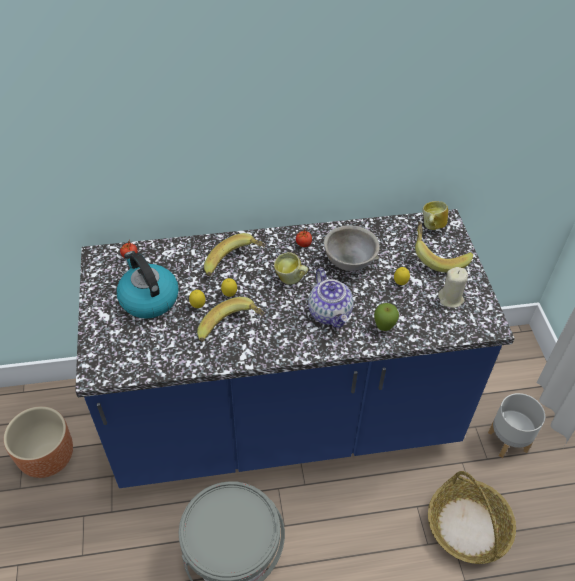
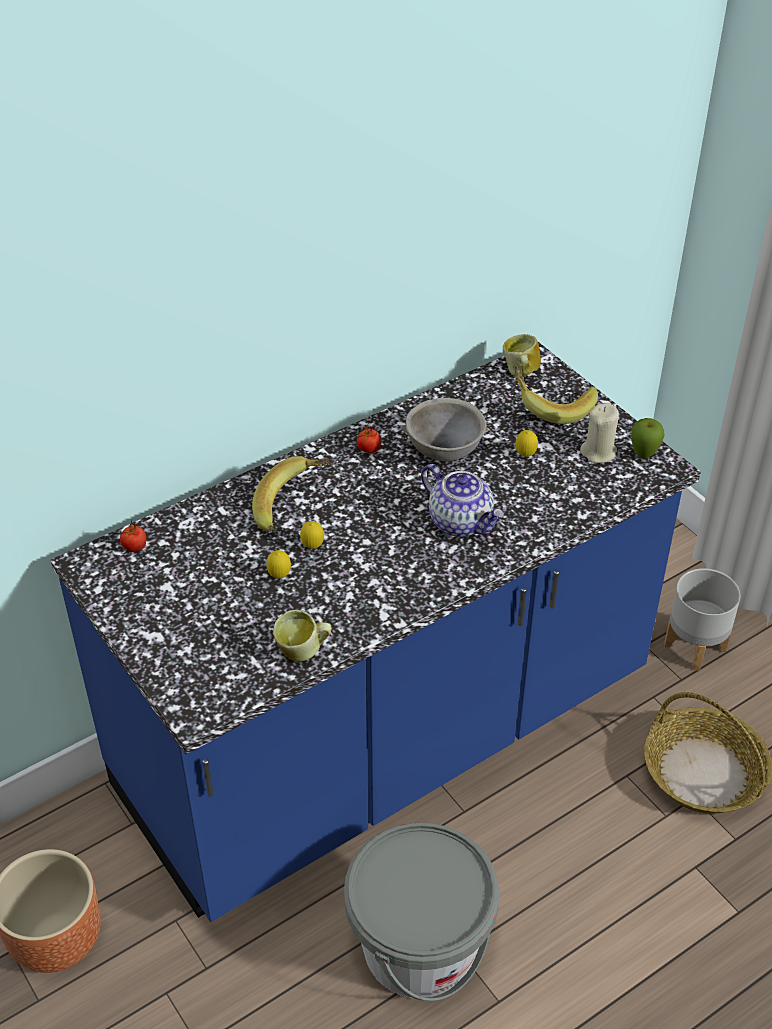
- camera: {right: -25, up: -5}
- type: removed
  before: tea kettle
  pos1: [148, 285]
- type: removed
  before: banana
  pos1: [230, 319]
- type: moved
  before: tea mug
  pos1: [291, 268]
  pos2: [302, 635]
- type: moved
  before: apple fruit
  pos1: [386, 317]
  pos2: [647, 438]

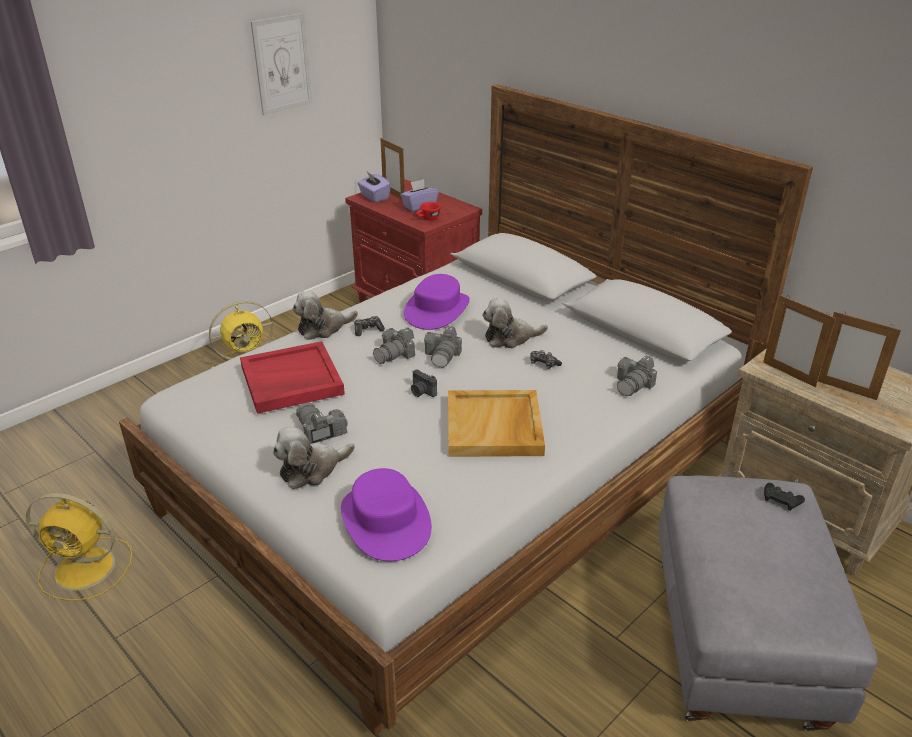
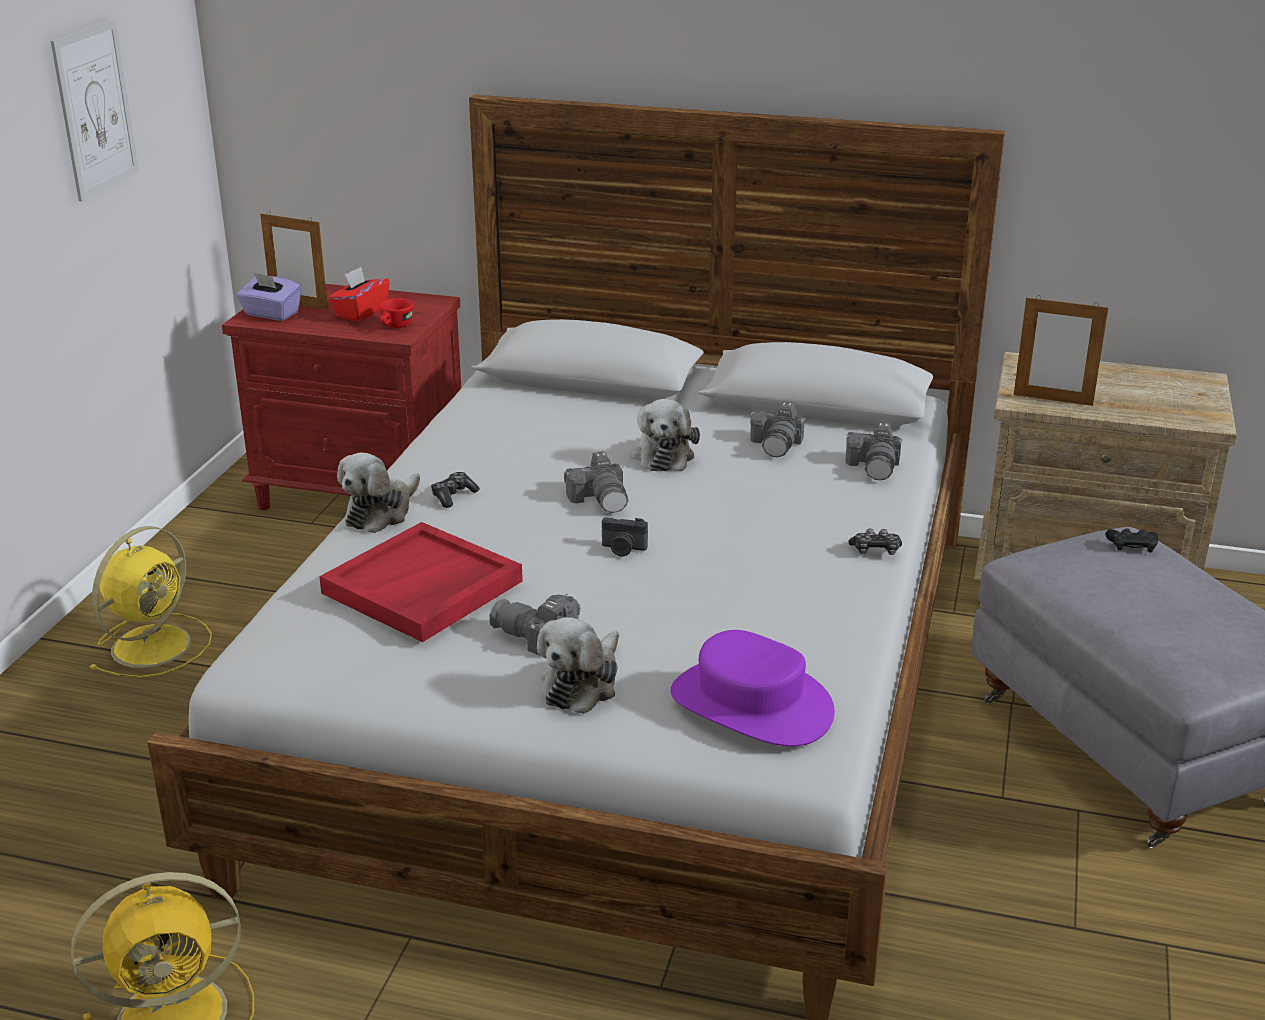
- camera: {right: -30, up: -5}
- type: removed
  before: purple wearable hat
  pos1: [437, 302]
- type: removed
  before: beige carrying tray
  pos1: [496, 423]
- type: removed
  before: photo frame
  pos1: [859, 355]
- type: moved
  before: still camera
  pos1: [394, 345]
  pos2: [777, 429]
- type: moved
  before: game controller
  pos1: [546, 359]
  pos2: [875, 542]
- type: recoloured
  before: purple tissue holder
  after: red tissue holder
  pos1: [419, 195]
  pos2: [359, 294]
- type: turned
  before: plush toy
  pos1: [515, 323]
  pos2: [665, 435]
  turn: -45

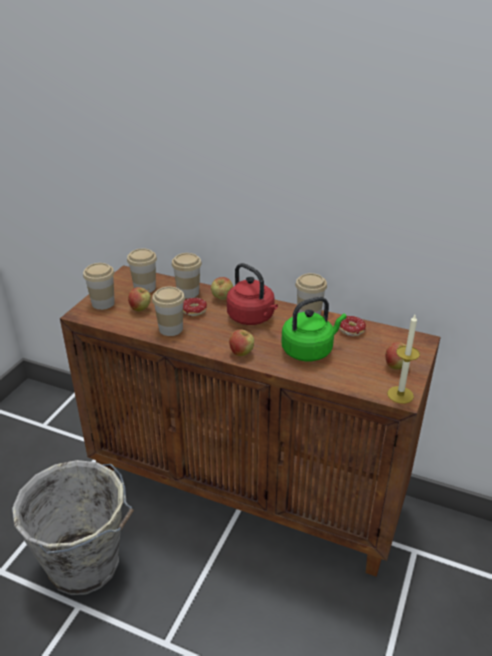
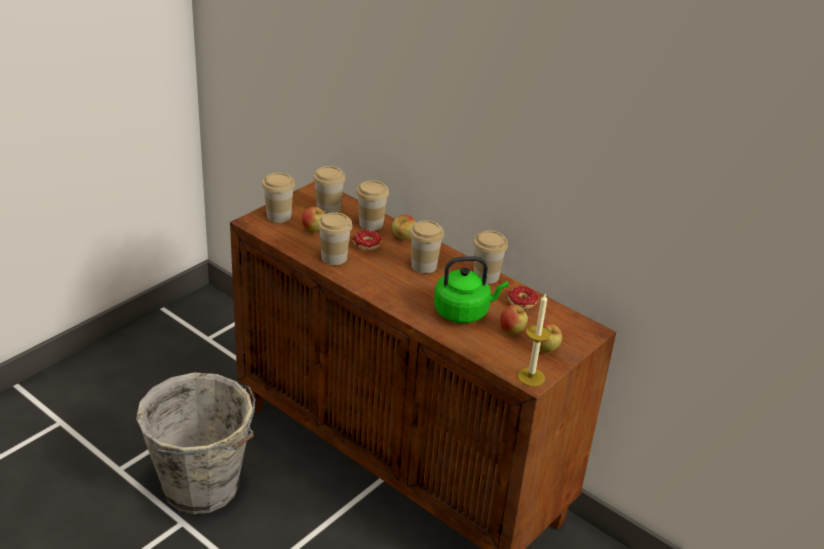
- camera: {right: 15, up: 0}
- type: moved
  before: apple fruit
  pos1: [241, 342]
  pos2: [514, 319]
- type: replaced
  before: red tea kettle
  after: drinking cup
  pos1: [252, 294]
  pos2: [426, 247]

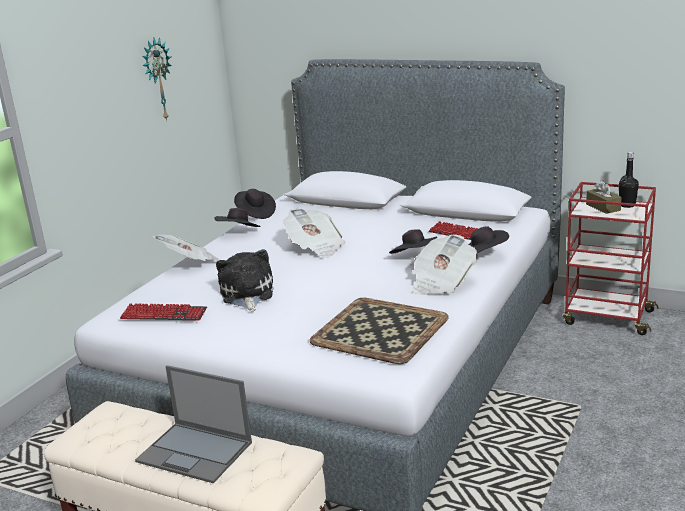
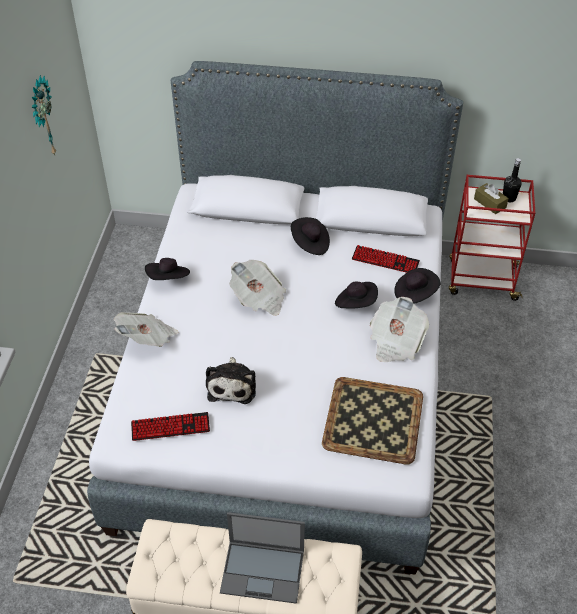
- camera: {right: -20, up: 25}
- type: moved
  before: black wearable hat
  pos1: [255, 204]
  pos2: [310, 236]
- type: turned
  before: plush toy
  pos1: [245, 280]
  pos2: [231, 380]
  turn: -150

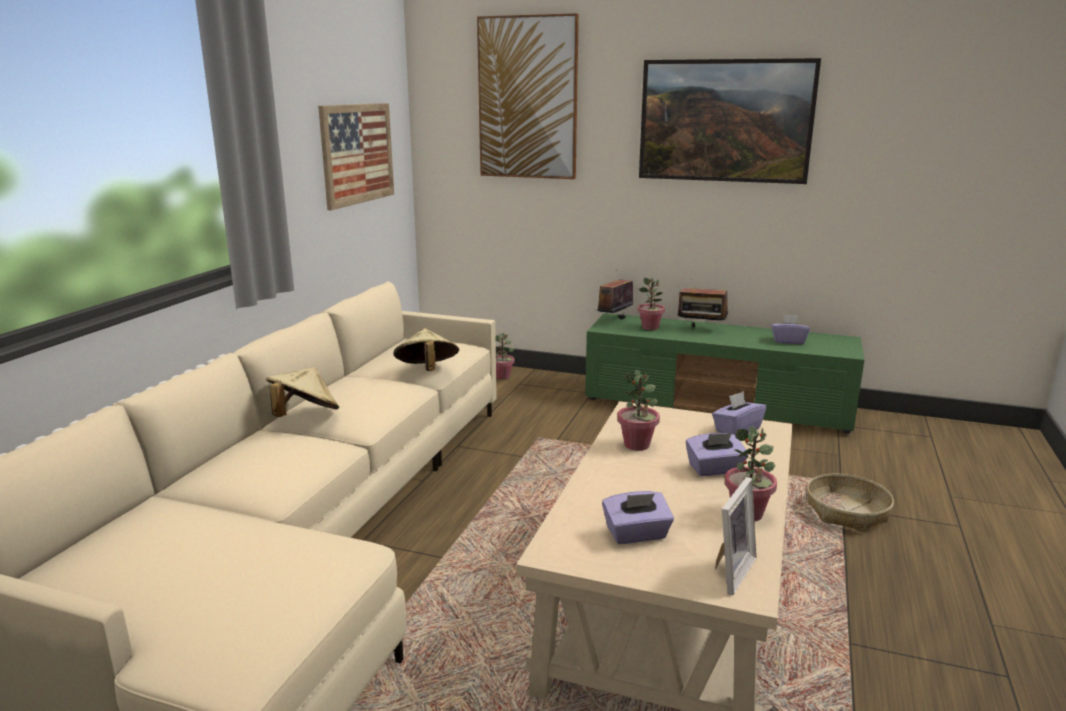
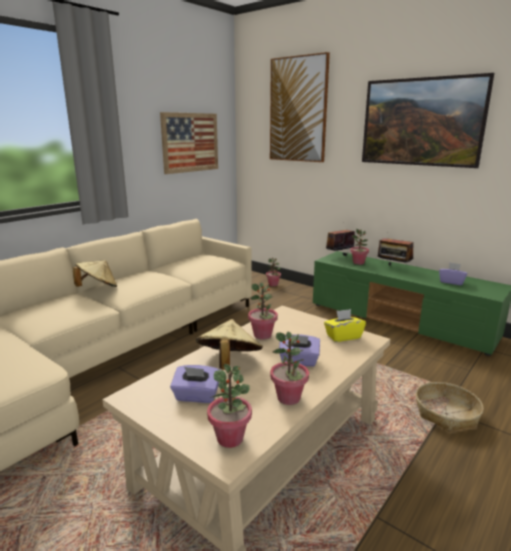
- camera: {right: 20, up: 0}
- type: moved
  before: beige wearable hat
  pos1: [426, 349]
  pos2: [229, 344]
- type: replaced
  before: photo frame
  after: houseplant
  pos1: [736, 536]
  pos2: [229, 406]
- type: recoloured
  before: purple tissue holder
  after: yellow tissue holder
  pos1: [739, 413]
  pos2: [345, 325]

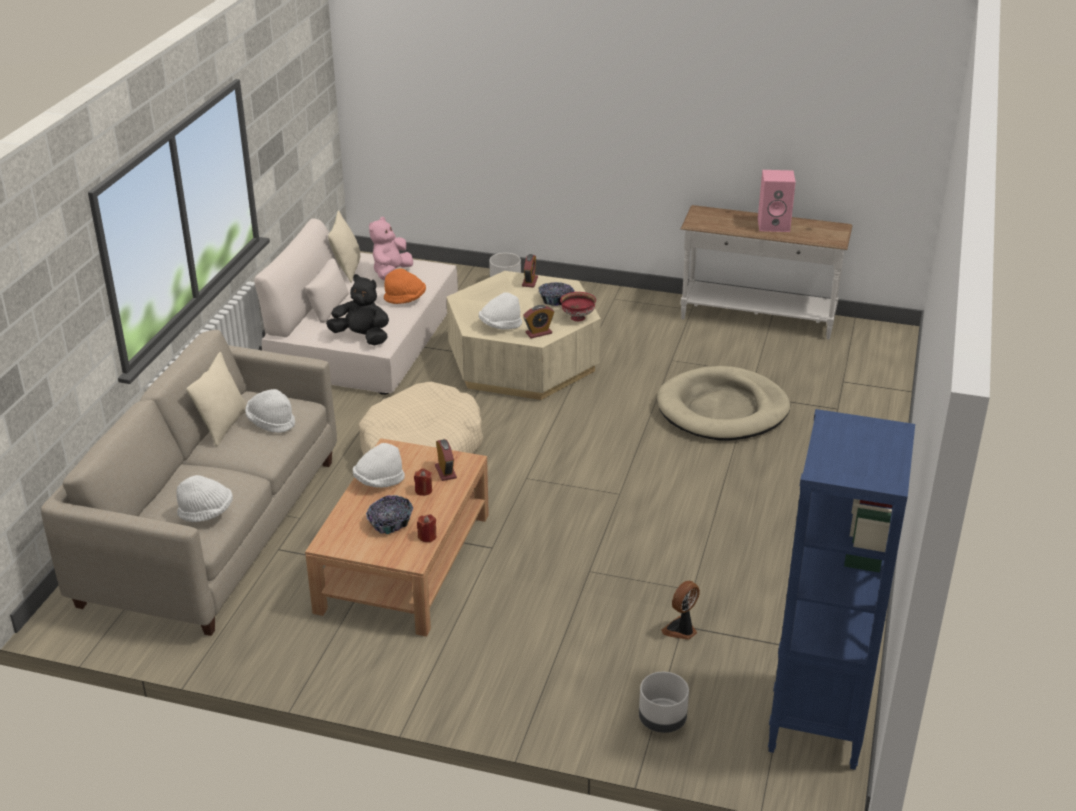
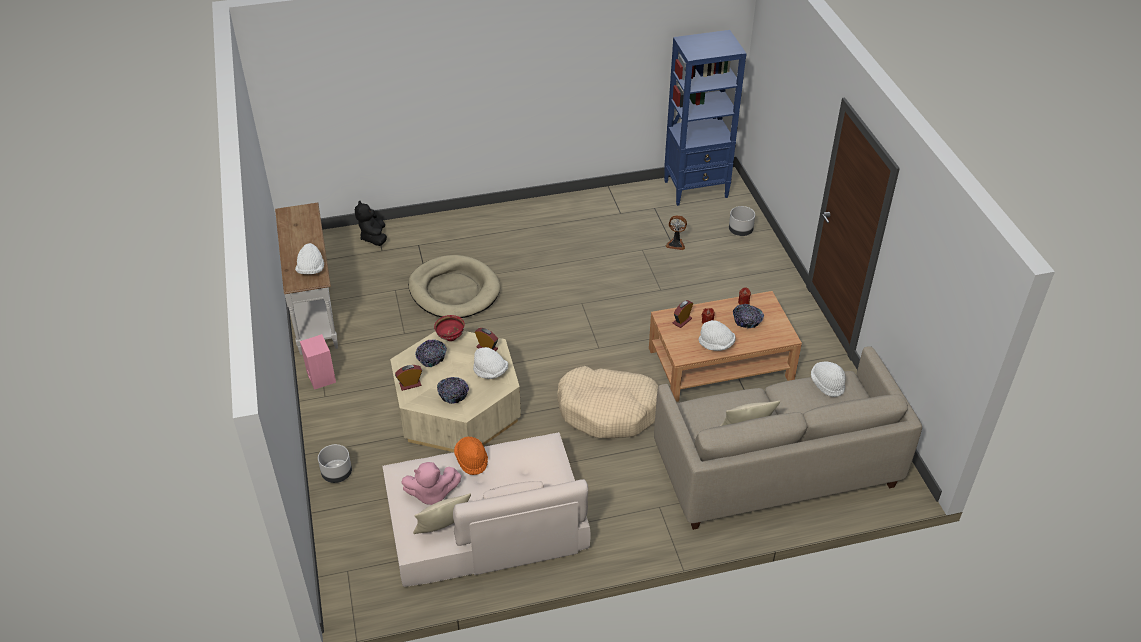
- camera: {right: -120, up: 10}
- type: added
  after: serving bowl
  pos2: [453, 390]
- type: moved
  before: whitish wearable hat
  pos1: [270, 411]
  pos2: [309, 258]
- type: moved
  before: black plush toy
  pos1: [357, 309]
  pos2: [371, 223]
- type: moved
  before: pink speaker
  pos1: [777, 201]
  pos2: [318, 362]

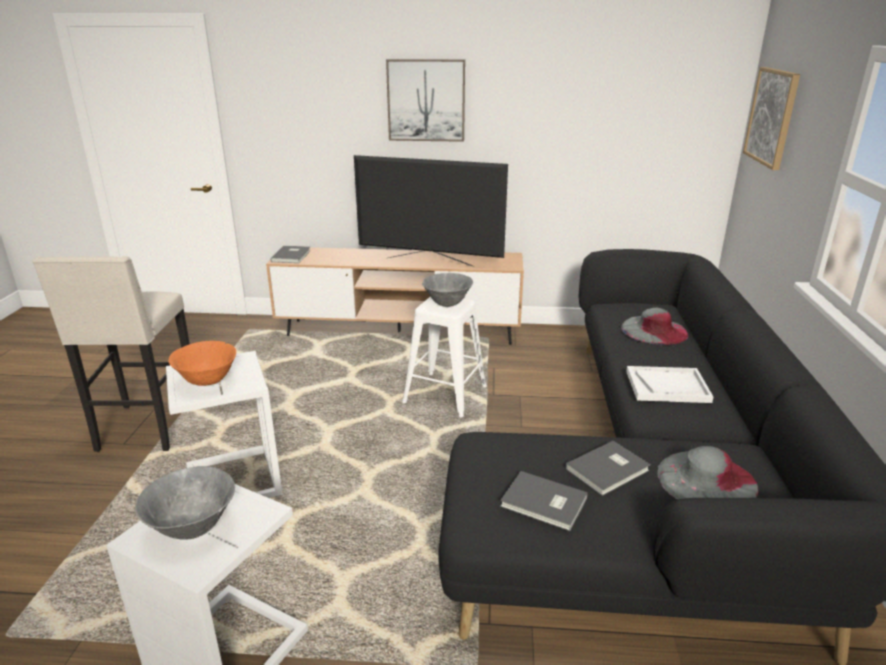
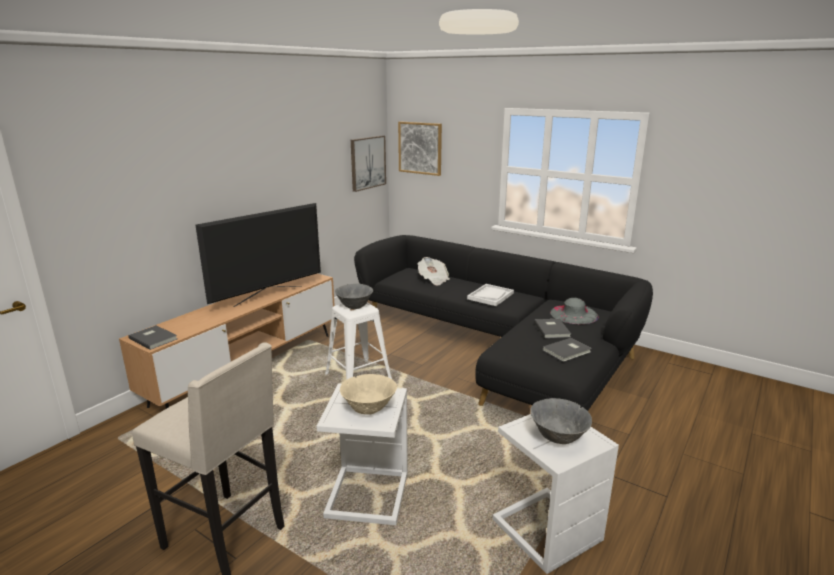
- camera: {right: -60, up: -5}
- type: moved
  before: wall picture
  pos1: [425, 100]
  pos2: [368, 163]
- type: replaced
  before: greyish wearable hat
  after: newspaper
  pos1: [654, 326]
  pos2: [434, 271]
- type: recoloured
  before: orangey serving bowl
  after: beige serving bowl
  pos1: [202, 363]
  pos2: [368, 394]

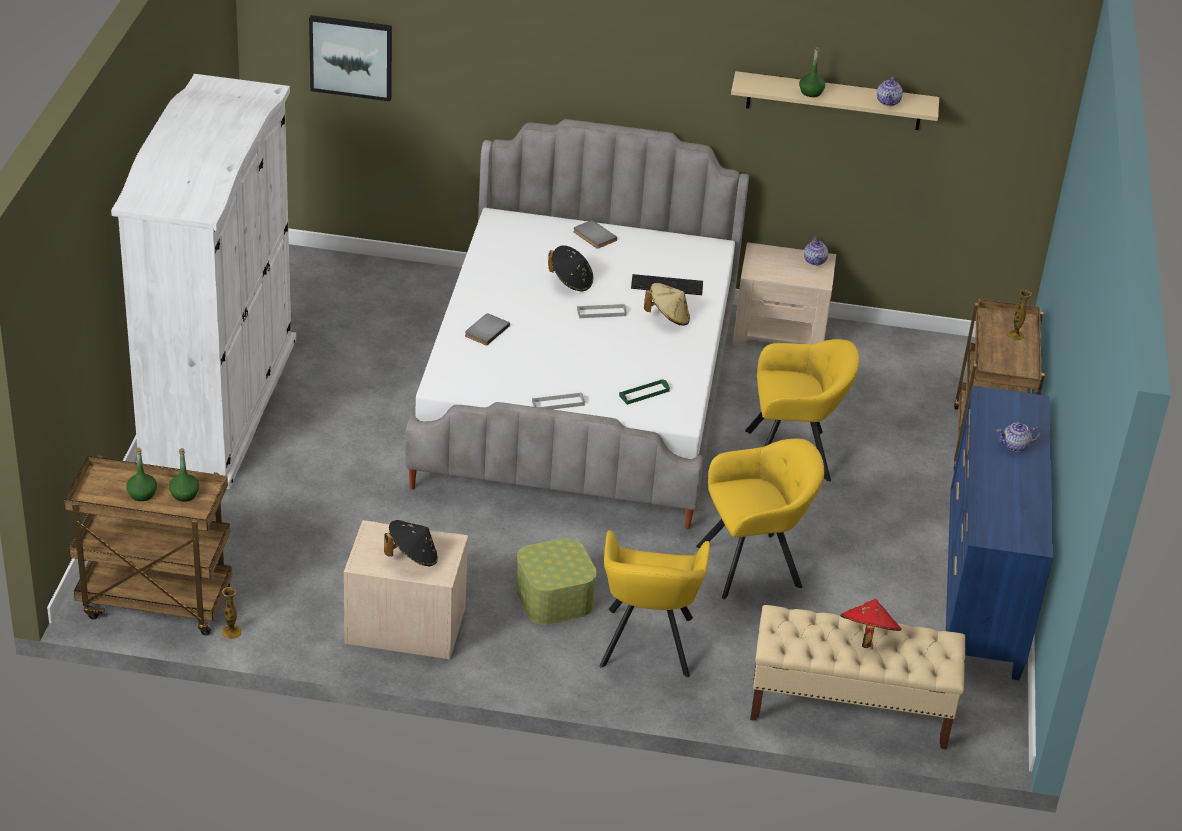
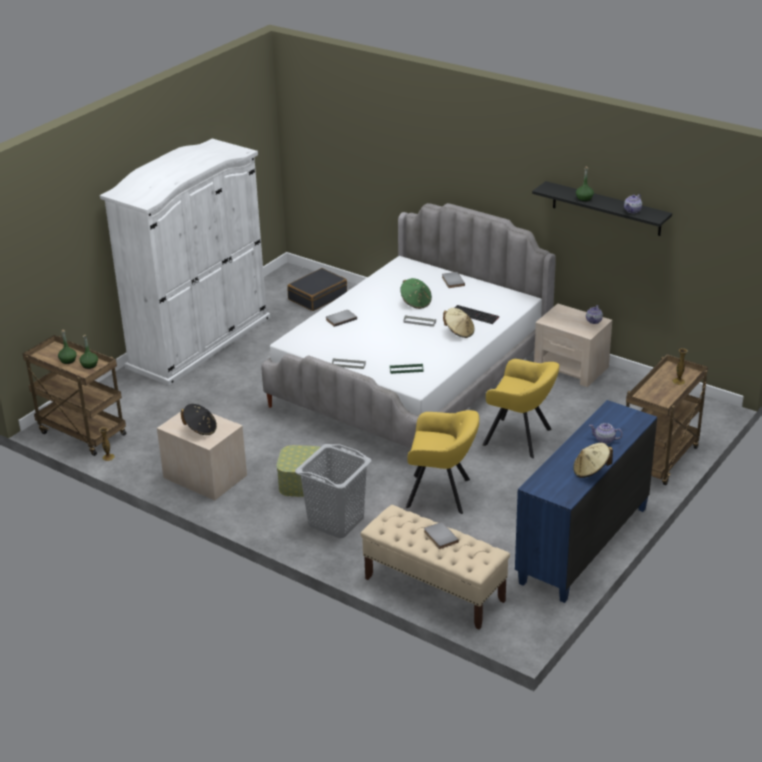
- camera: {right: 30, up: -5}
- type: removed
  before: wall picture
  pos1: [350, 58]
- type: added
  after: black piece of luggage
  pos2: [317, 289]
- type: added
  after: beige wearable hat
  pos2: [593, 460]
- type: replaced
  before: yellow lounge chair
  after: greyish laundry basket
  pos1: [654, 603]
  pos2: [333, 491]
- type: replaced
  before: red wearable hat
  after: greyish bound book
  pos1: [871, 623]
  pos2: [441, 535]
- type: recoloured
  before: black wearable hat
  after: green-coloured wearable hat
  pos1: [570, 268]
  pos2: [416, 293]
- type: recoloured
  before: beige shelf
  after: black shelf
  pos1: [835, 100]
  pos2: [602, 208]

